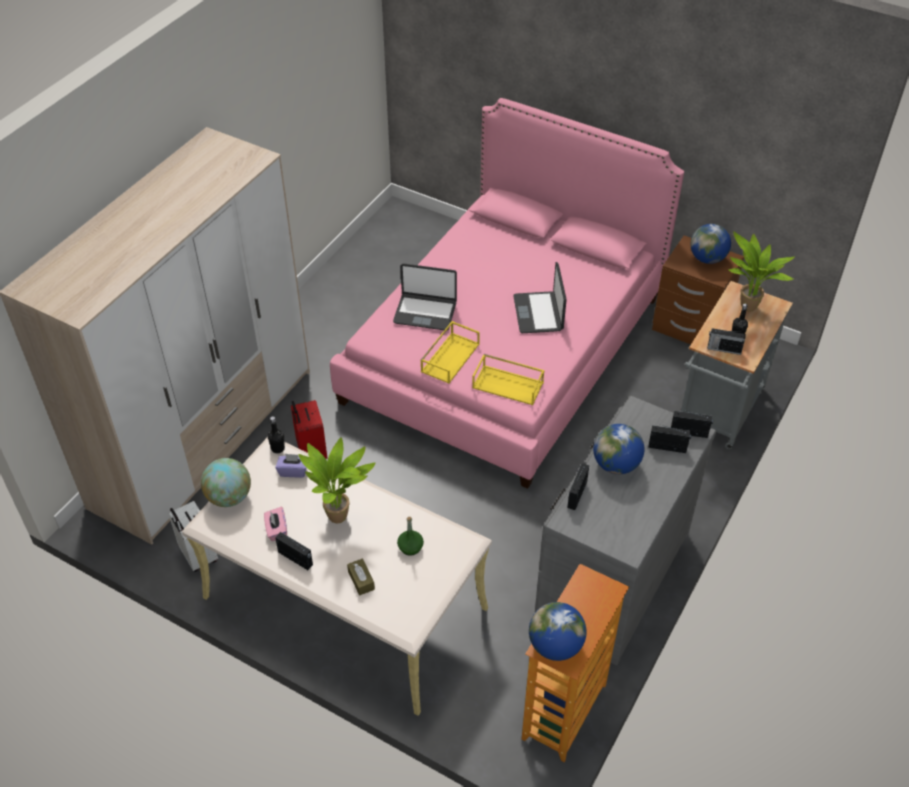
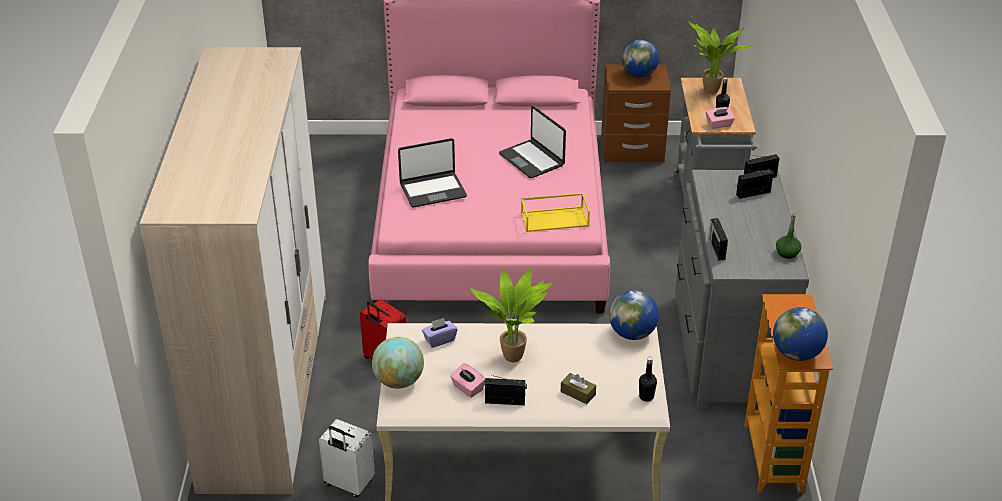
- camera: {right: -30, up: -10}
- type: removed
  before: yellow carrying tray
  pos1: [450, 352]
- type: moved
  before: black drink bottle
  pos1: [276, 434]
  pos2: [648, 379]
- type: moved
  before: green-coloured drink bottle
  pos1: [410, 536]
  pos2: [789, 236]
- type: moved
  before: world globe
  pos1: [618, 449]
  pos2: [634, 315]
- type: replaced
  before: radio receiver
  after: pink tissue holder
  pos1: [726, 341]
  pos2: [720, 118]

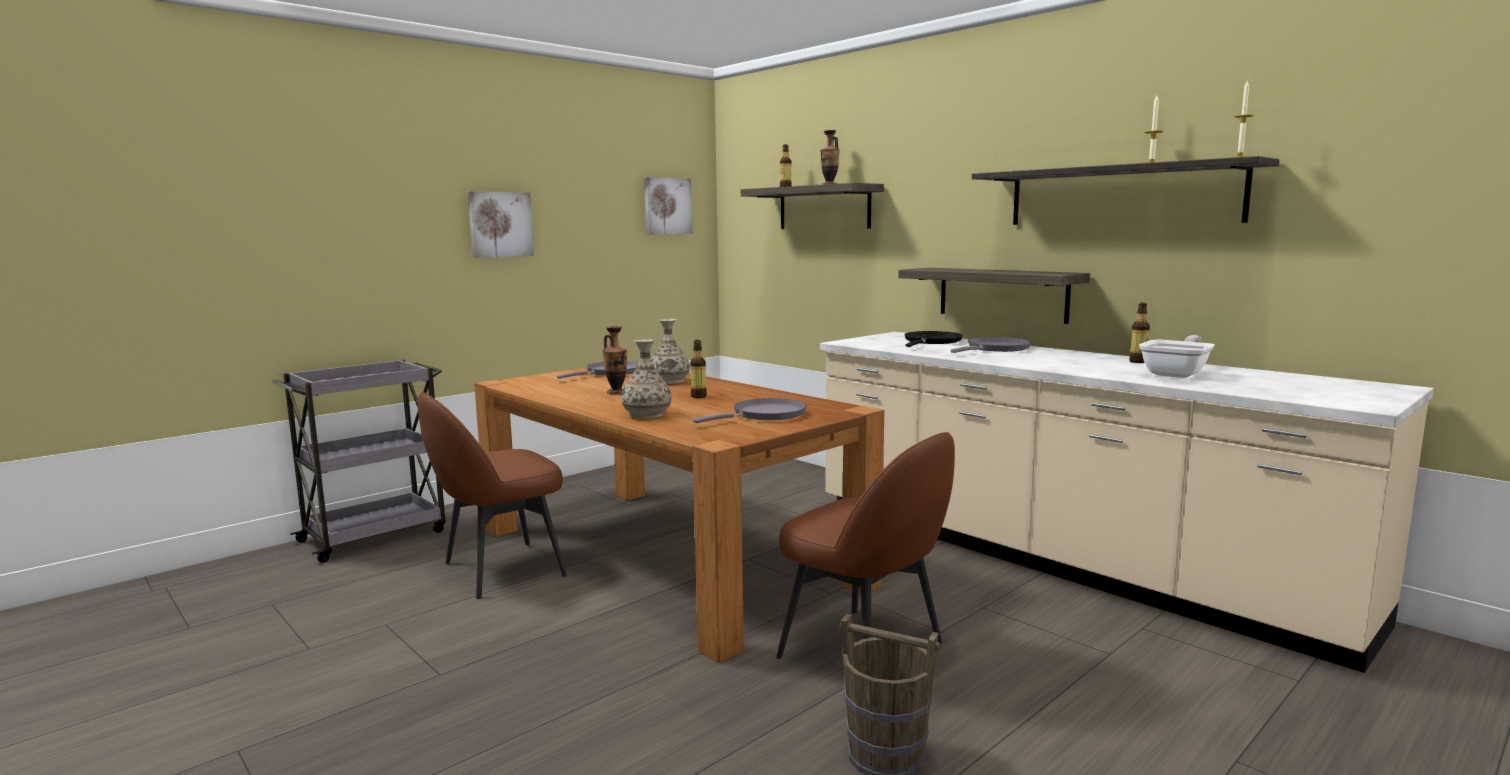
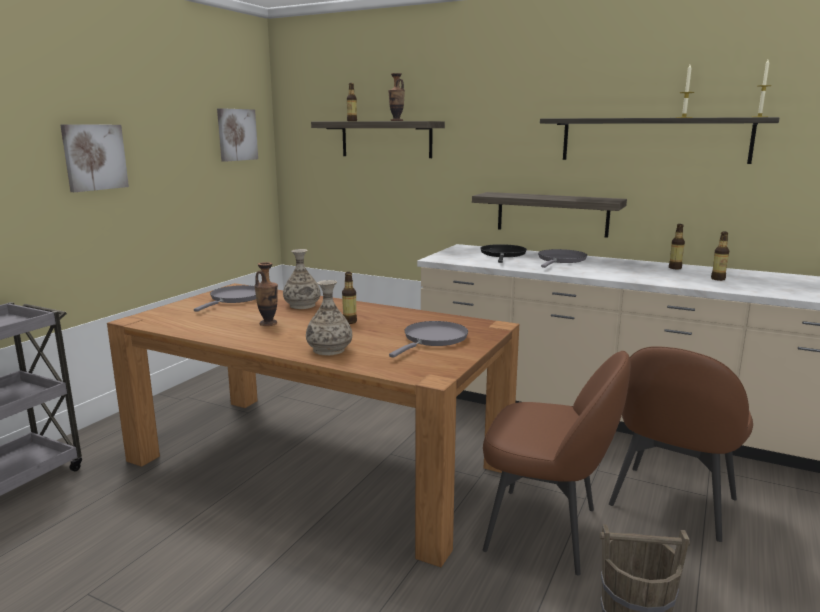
- camera: {right: -20, up: 5}
- type: moved
  before: brownish chair
  pos1: [492, 495]
  pos2: [681, 444]
- type: replaced
  before: pan
  after: drink bottle
  pos1: [1177, 356]
  pos2: [720, 256]

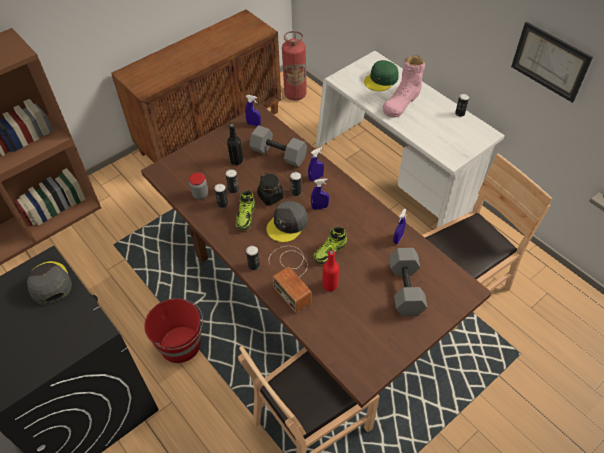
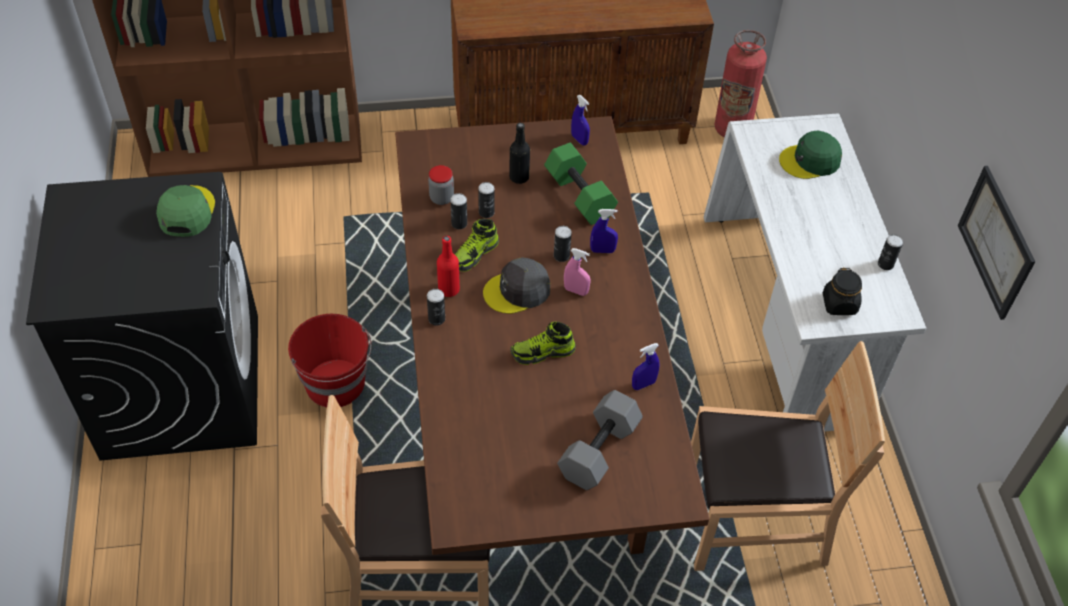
- camera: {right: 30, up: 0}
- type: removed
  before: radio receiver
  pos1: [290, 279]
- type: removed
  before: pink boot
  pos1: [404, 86]
- type: moved
  before: black jar
  pos1: [270, 189]
  pos2: [842, 291]
- type: moved
  before: red drink bottle
  pos1: [330, 270]
  pos2: [448, 266]
- type: recoloured
  before: greyish baseball cap
  after: green-coloured baseball cap
  pos1: [49, 283]
  pos2: [185, 211]
- type: recoloured
  before: greyish free weight
  after: green-coloured free weight
  pos1: [278, 146]
  pos2: [581, 184]
- type: recoloured
  before: blue-coloured spray bottle
  after: pink spray bottle
  pos1: [320, 194]
  pos2: [577, 272]

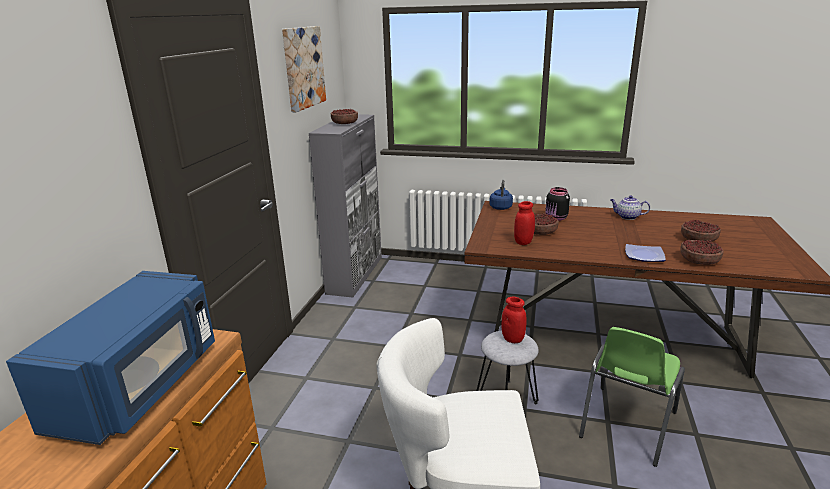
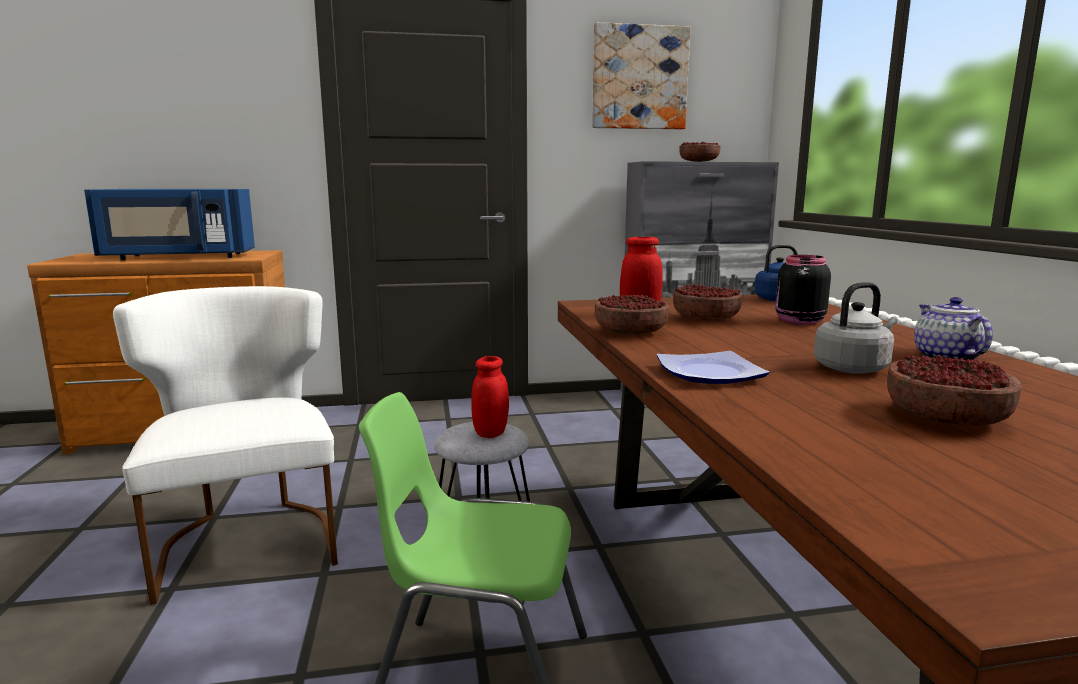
- camera: {right: 65, up: -10}
- type: added
  after: greyish tea kettle
  pos2: [856, 328]
- type: moved
  before: serving bowl
  pos1: [702, 252]
  pos2: [632, 314]

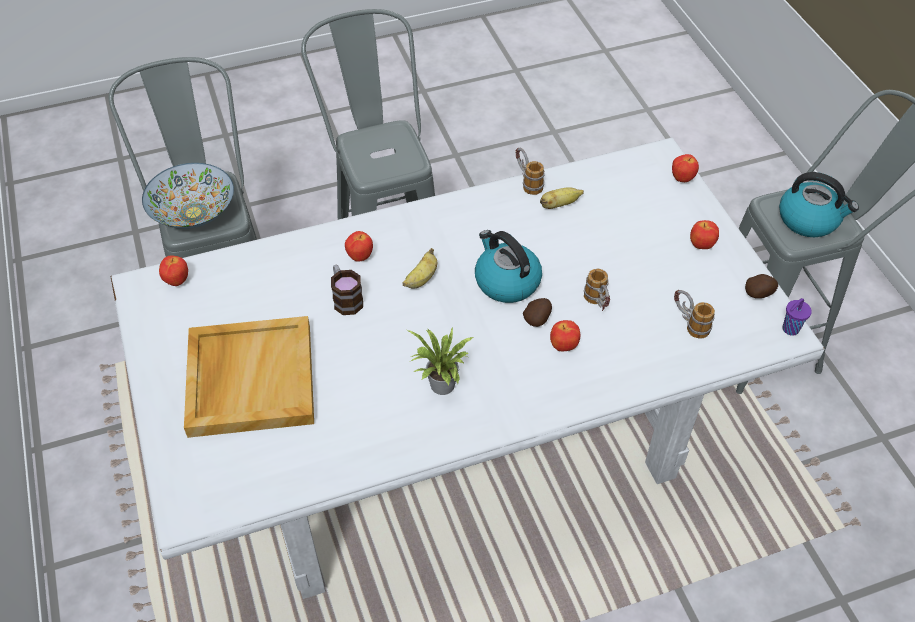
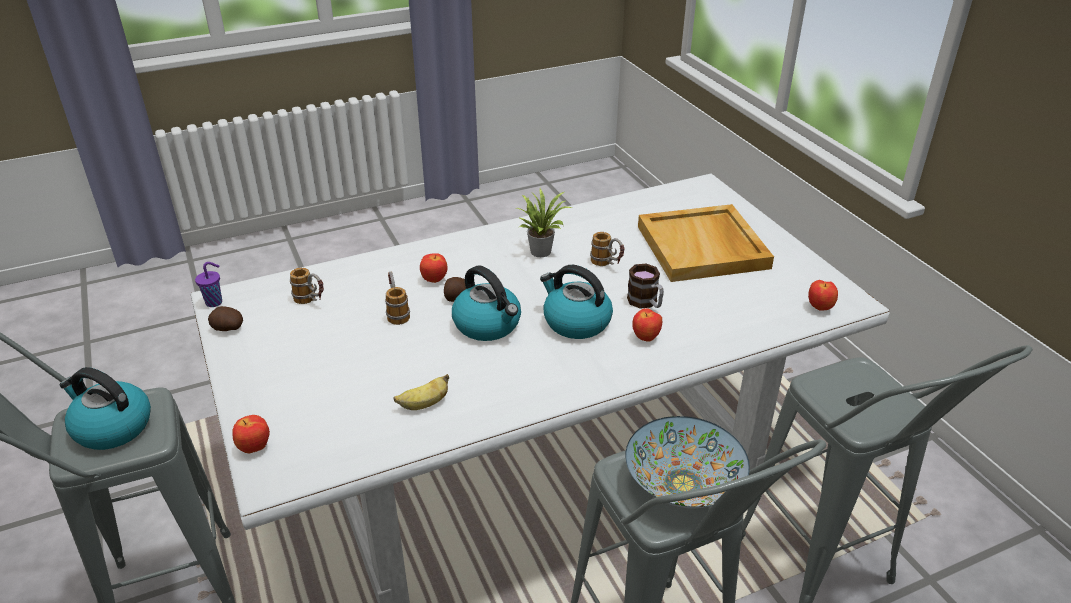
- camera: {right: 175, up: -15}
- type: removed
  before: apple fruit
  pos1: [704, 234]
- type: moved
  before: serving bowl
  pos1: [188, 196]
  pos2: [687, 462]
- type: moved
  before: tea mug
  pos1: [530, 171]
  pos2: [607, 249]
- type: replaced
  before: banana
  after: tea kettle
  pos1: [419, 268]
  pos2: [576, 302]

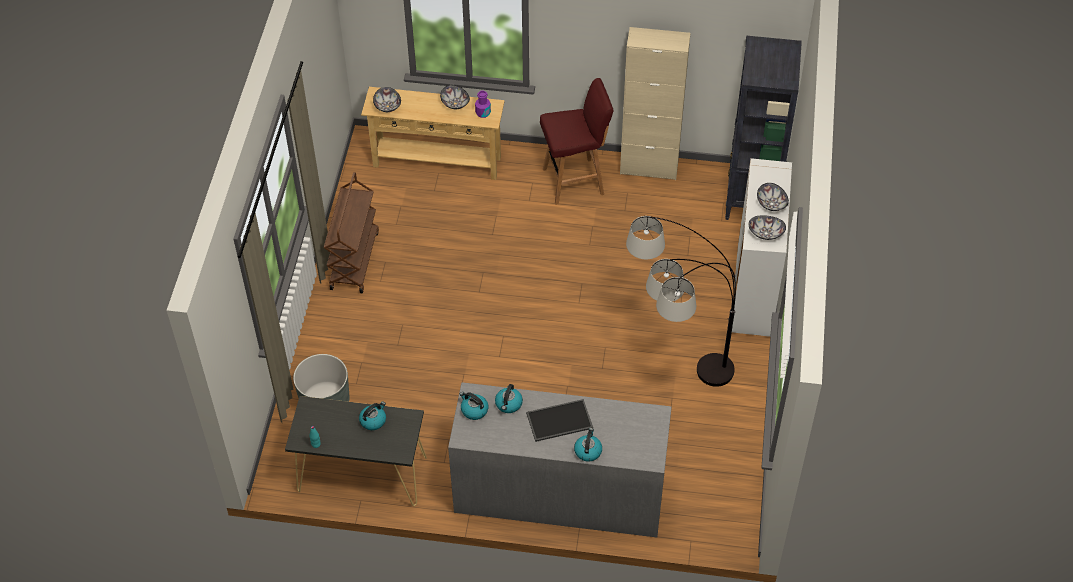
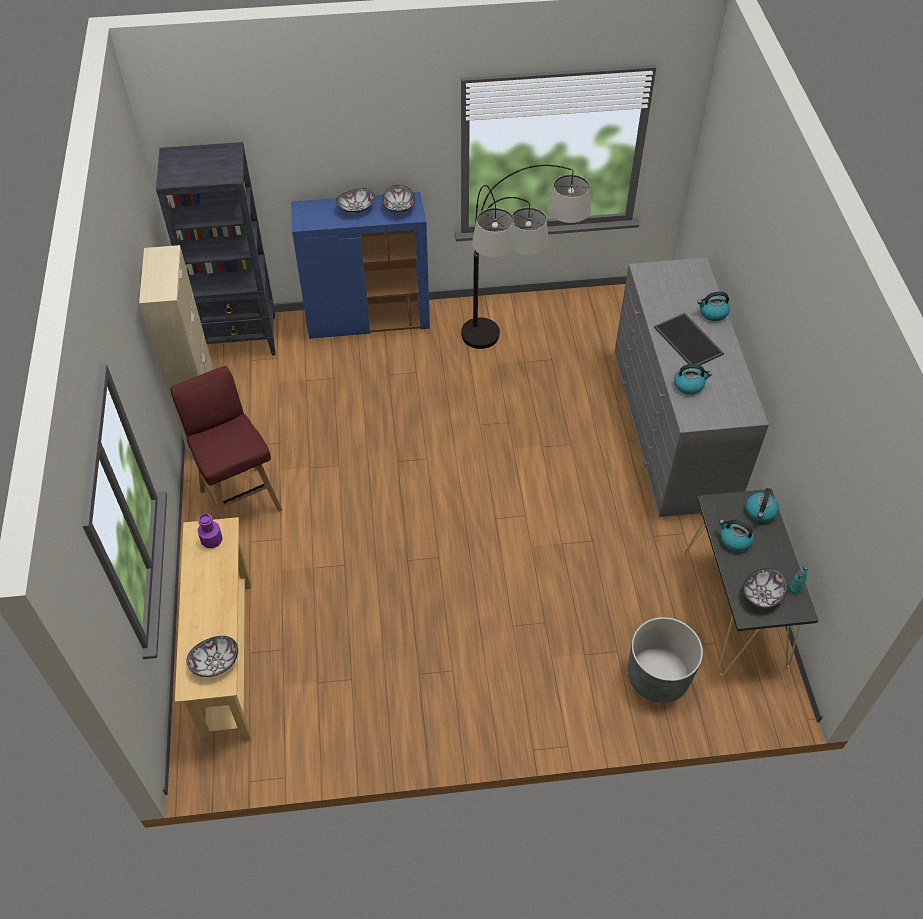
- camera: {right: -105, up: 0}
- type: removed
  before: brownish cart
  pos1: [351, 232]
- type: moved
  before: serving bowl
  pos1: [455, 97]
  pos2: [765, 588]
- type: moved
  before: tea kettle
  pos1: [474, 406]
  pos2: [762, 505]
- type: recoloured
  before: whitish storage cabinet
  after: blue-coloured storage cabinet
  pos1: [762, 247]
  pos2: [360, 265]

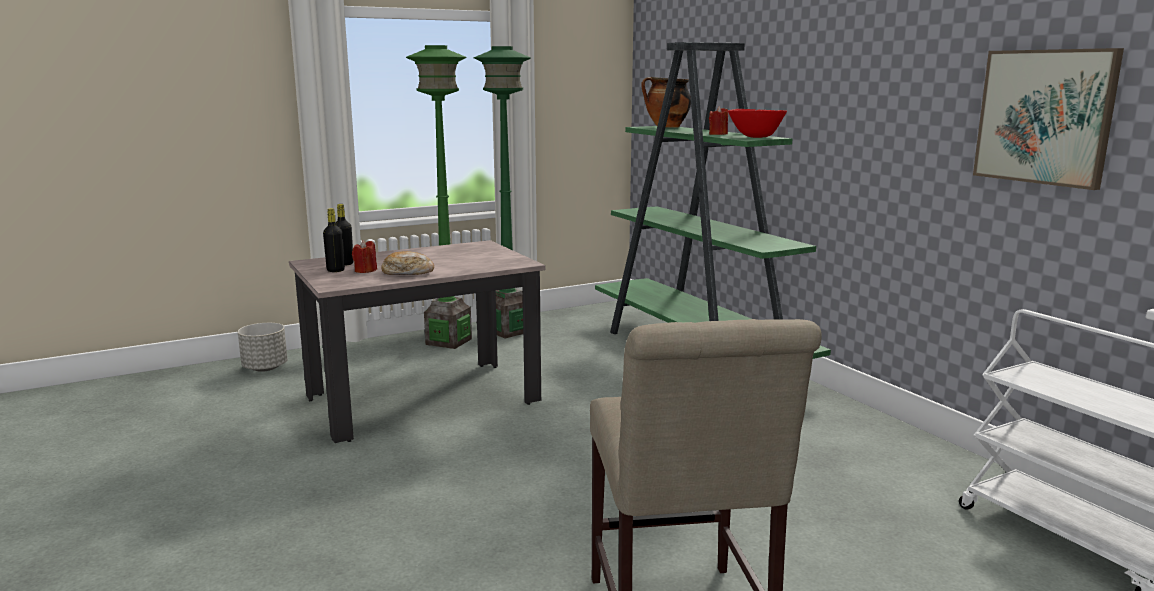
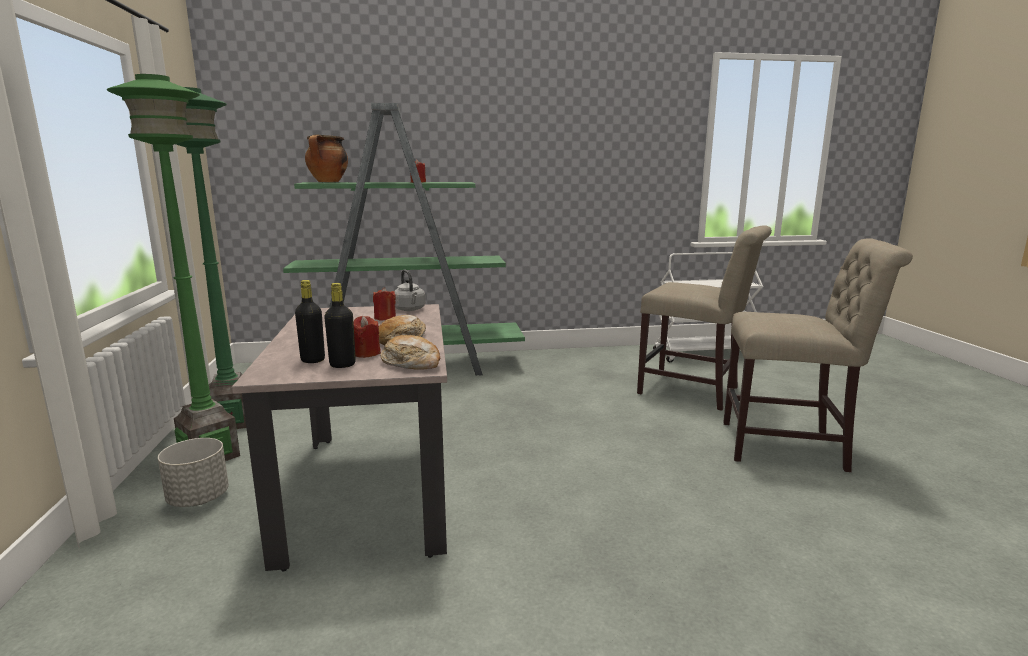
- camera: {right: -70, up: 0}
- type: removed
  before: red serving bowl
  pos1: [757, 123]
- type: removed
  before: wall picture
  pos1: [1048, 119]
- type: added
  after: red wax candle
  pos2: [384, 303]
- type: added
  after: bread
  pos2: [410, 352]
- type: added
  after: greyish tea kettle
  pos2: [409, 290]
- type: added
  after: beige chair
  pos2: [704, 318]
- type: moved
  before: greyish flower pot
  pos1: [263, 347]
  pos2: [193, 472]

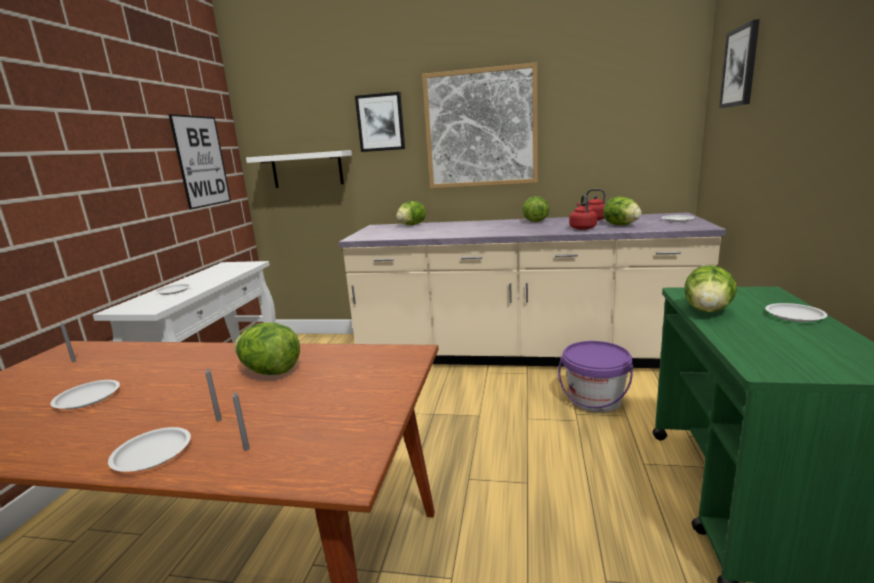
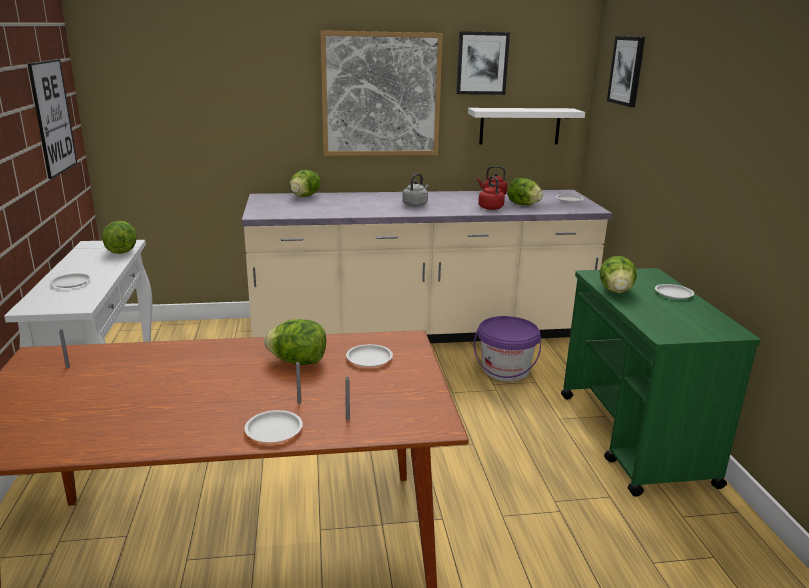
- camera: {right: -20, up: 5}
- type: added
  after: greyish tea kettle
  pos2: [415, 190]
- type: moved
  before: whitish dinner plate
  pos1: [85, 394]
  pos2: [369, 355]
- type: moved
  before: whitish shelf
  pos1: [299, 169]
  pos2: [526, 126]
- type: moved
  before: wall picture
  pos1: [380, 122]
  pos2: [483, 63]
- type: moved
  before: lettuce
  pos1: [535, 209]
  pos2: [119, 237]

